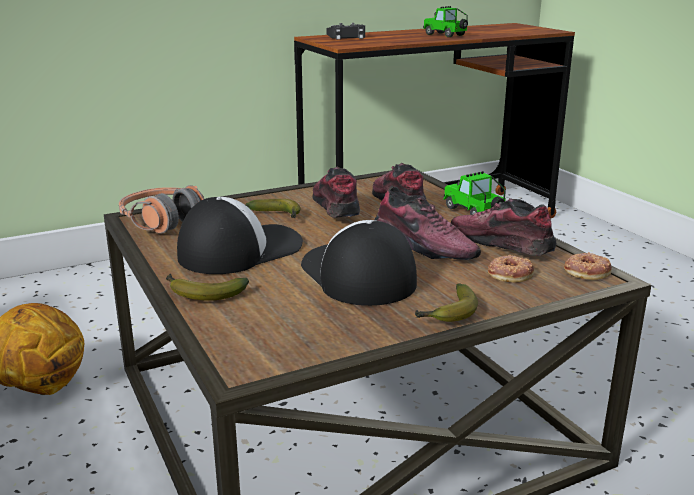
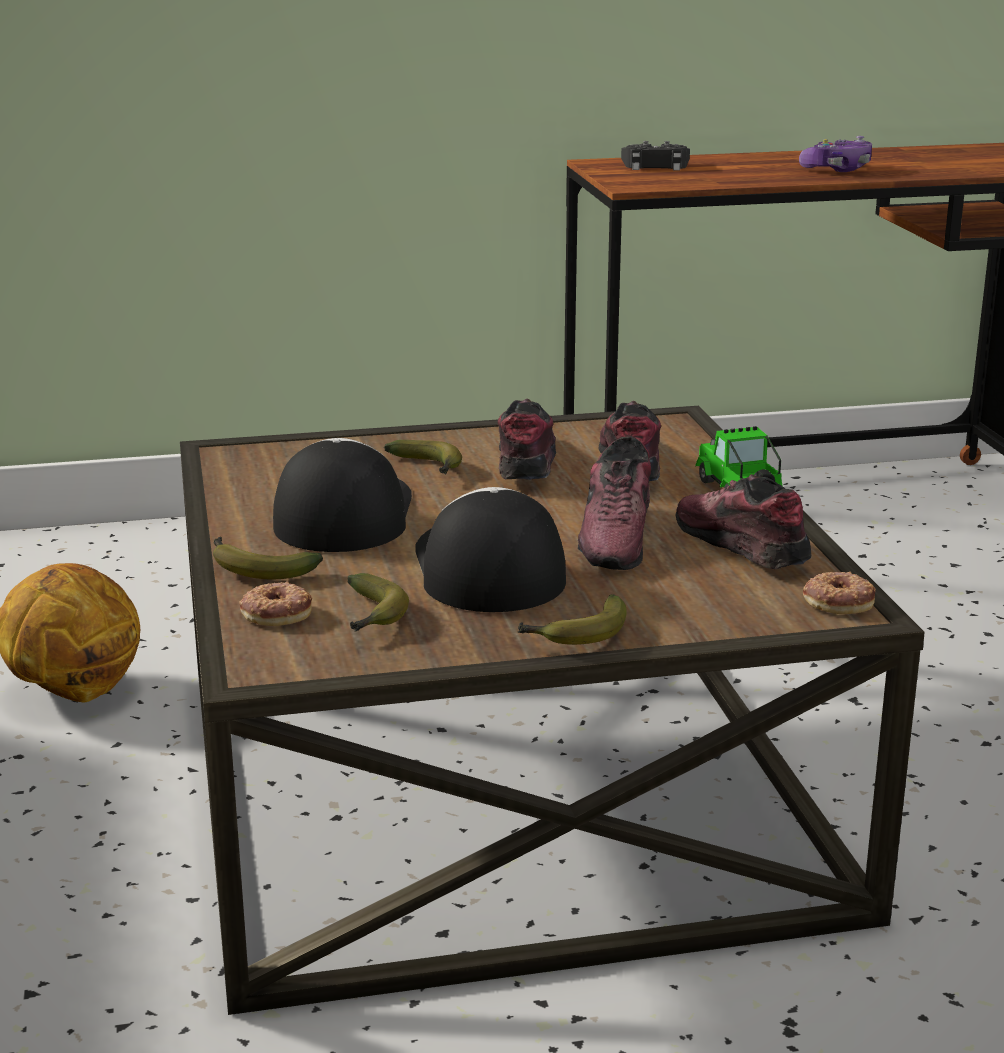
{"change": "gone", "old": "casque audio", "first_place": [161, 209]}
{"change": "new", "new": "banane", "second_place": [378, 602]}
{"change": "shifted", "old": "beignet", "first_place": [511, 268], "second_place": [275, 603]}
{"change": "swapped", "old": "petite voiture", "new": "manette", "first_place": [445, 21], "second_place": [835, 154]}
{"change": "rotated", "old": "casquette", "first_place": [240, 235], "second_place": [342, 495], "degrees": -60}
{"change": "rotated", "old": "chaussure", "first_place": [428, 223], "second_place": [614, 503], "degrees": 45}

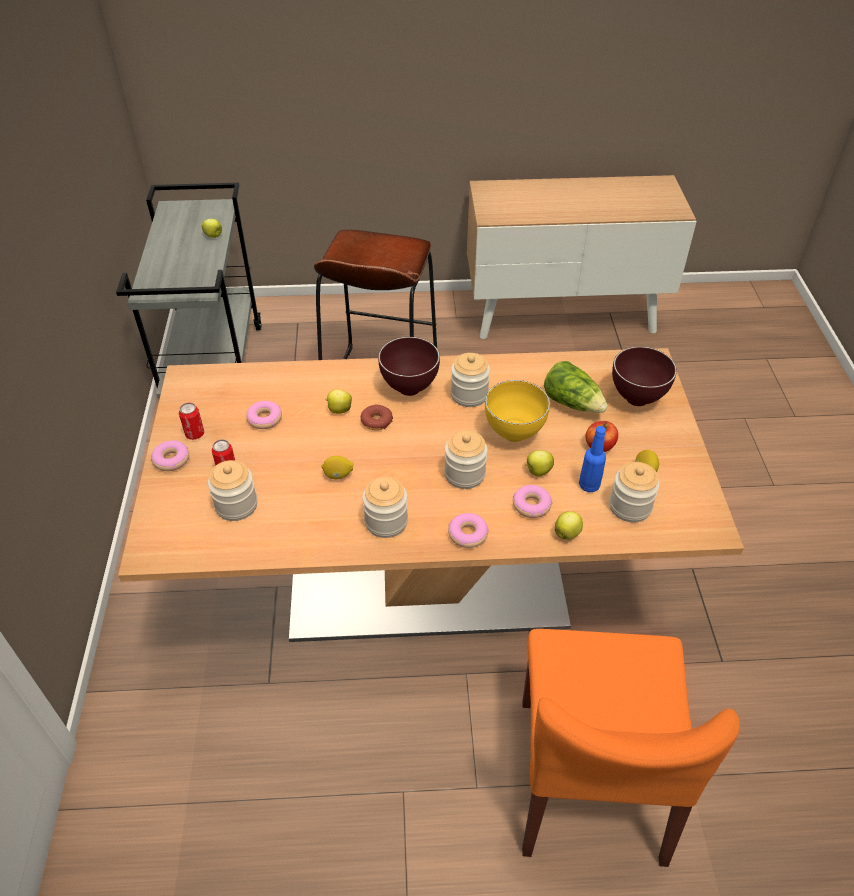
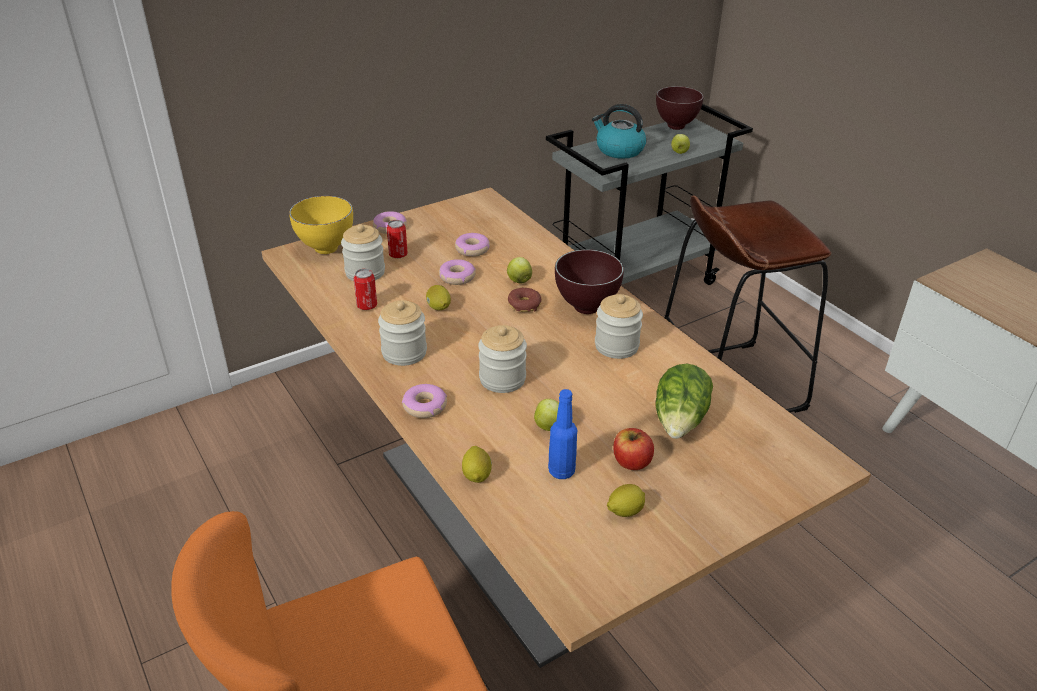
{"change": "gone", "old": "bocal", "first_place": [634, 492]}
{"change": "new", "new": "bouilloire", "second_place": [619, 131]}
{"change": "shifted", "old": "boîte métallique", "first_place": [191, 421], "second_place": [365, 289]}
{"change": "shifted", "old": "bol/jaune", "first_place": [517, 411], "second_place": [321, 225]}
{"change": "shifted", "old": "beignet", "first_place": [532, 501], "second_place": [457, 272]}
{"change": "shifted", "old": "bol/marron", "first_place": [644, 376], "second_place": [680, 108]}
{"change": "swapped", "old": "pomme", "new": "citron", "first_place": [569, 525], "second_place": [477, 464]}

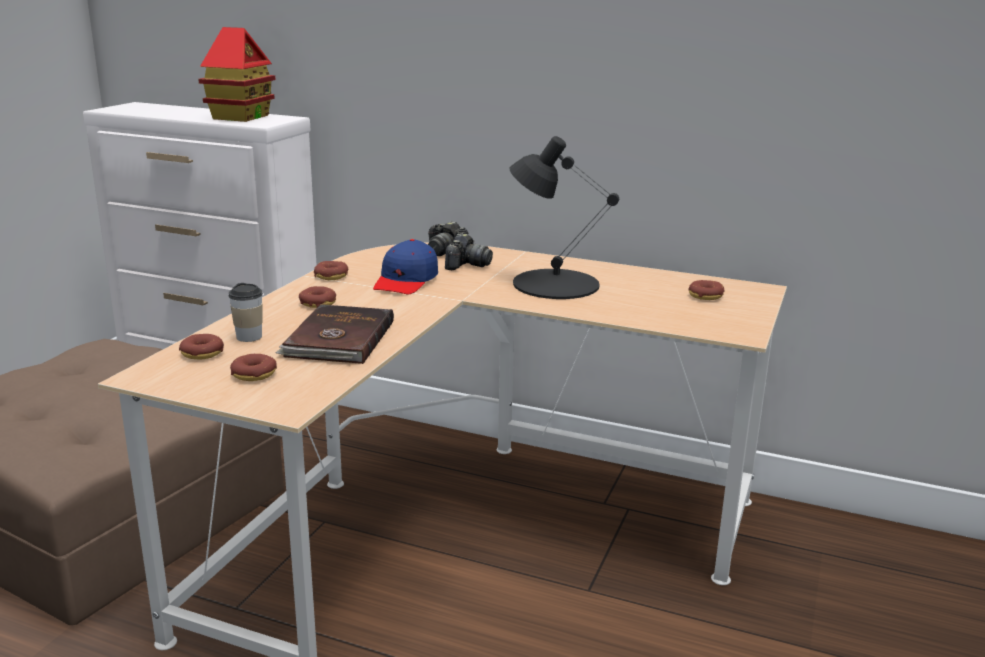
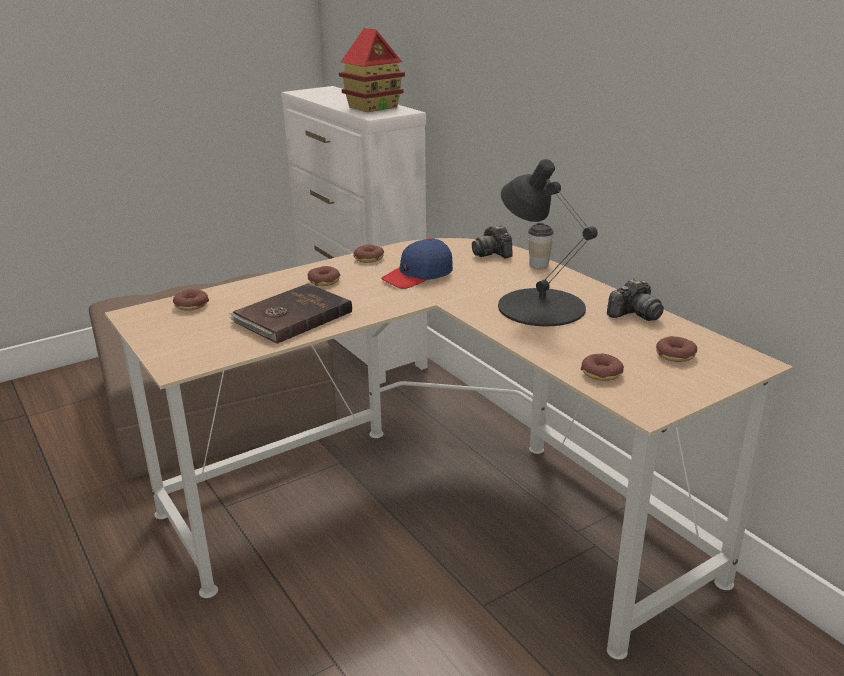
{"change": "shifted", "old": "tasse", "first_place": [246, 312], "second_place": [540, 245]}
{"change": "shifted", "old": "beignet", "first_place": [253, 367], "second_place": [602, 367]}
{"change": "shifted", "old": "appareil photo", "first_place": [469, 251], "second_place": [635, 300]}

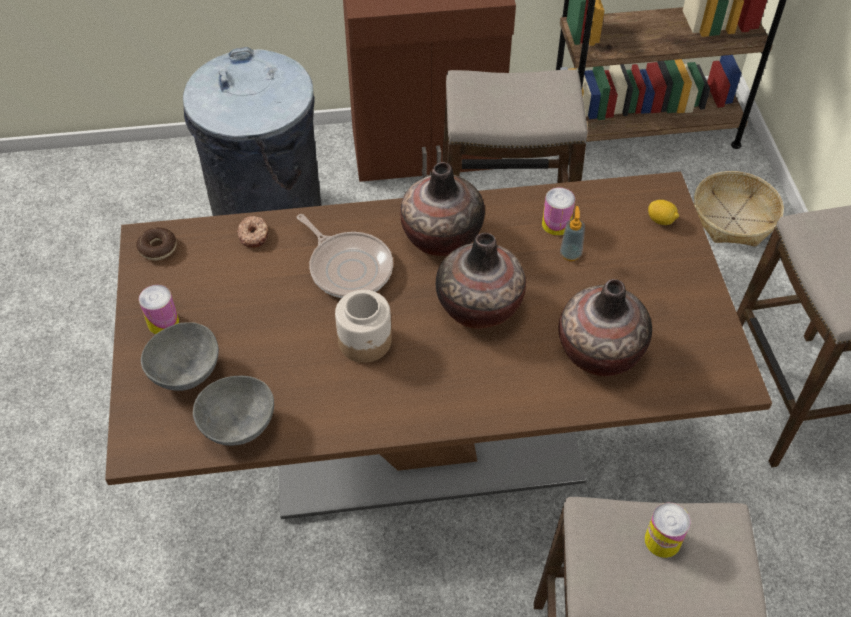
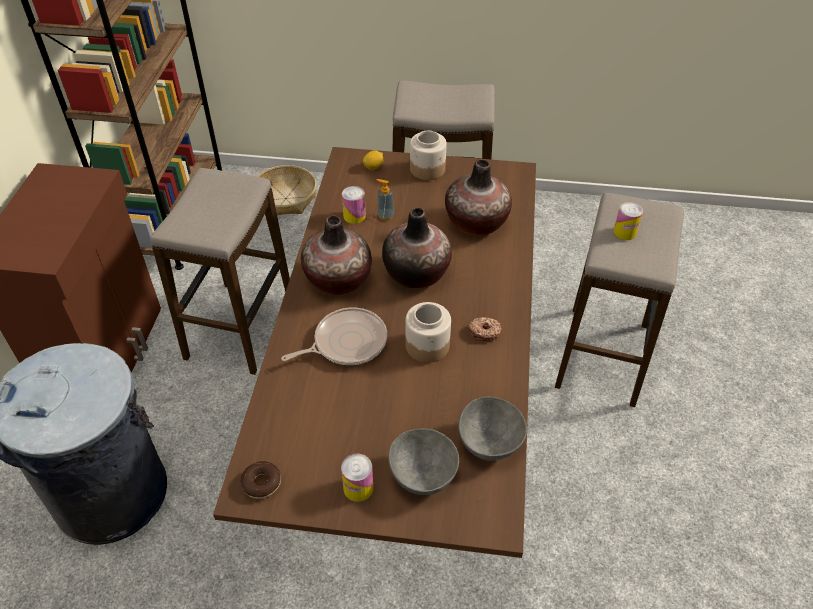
{"change": "new", "new": "bocal", "second_place": [428, 155]}
{"change": "shifted", "old": "beignet", "first_place": [252, 232], "second_place": [485, 329]}

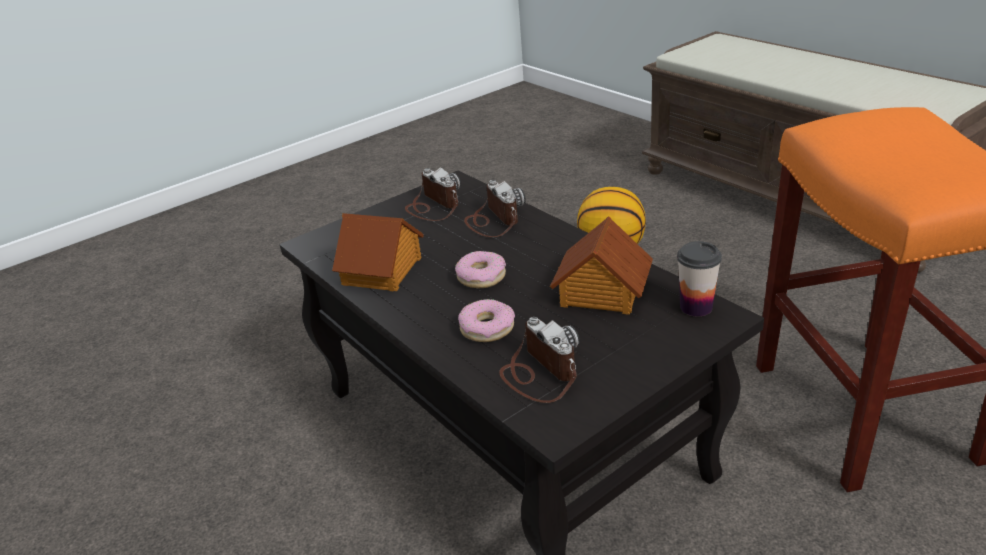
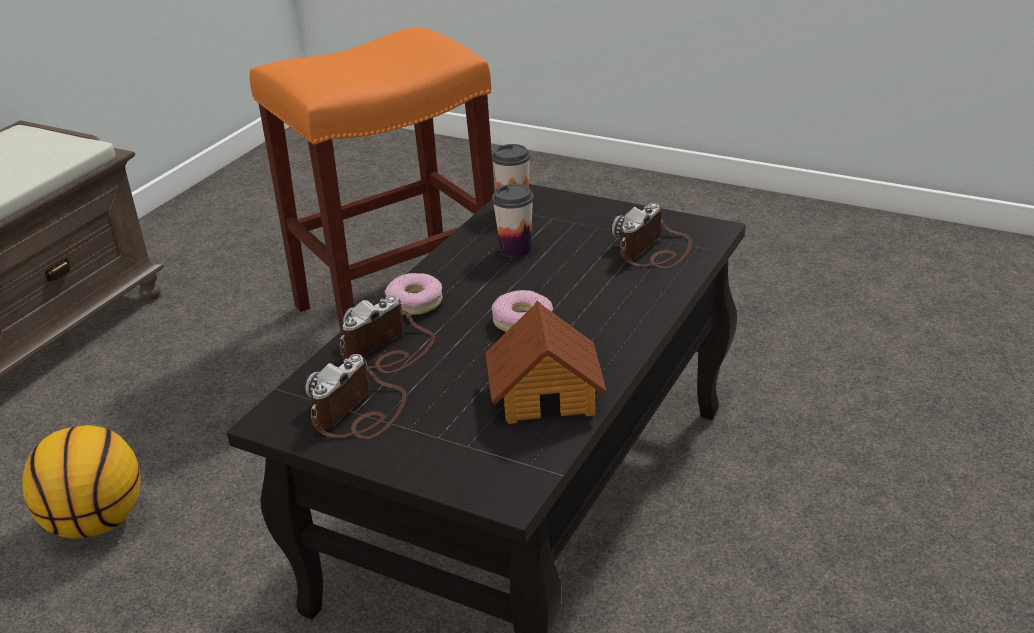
{"change": "shifted", "old": "beignet", "first_place": [486, 320], "second_place": [414, 294]}
{"change": "swapped", "old": "maison miniature", "new": "tasse", "first_place": [601, 265], "second_place": [513, 220]}

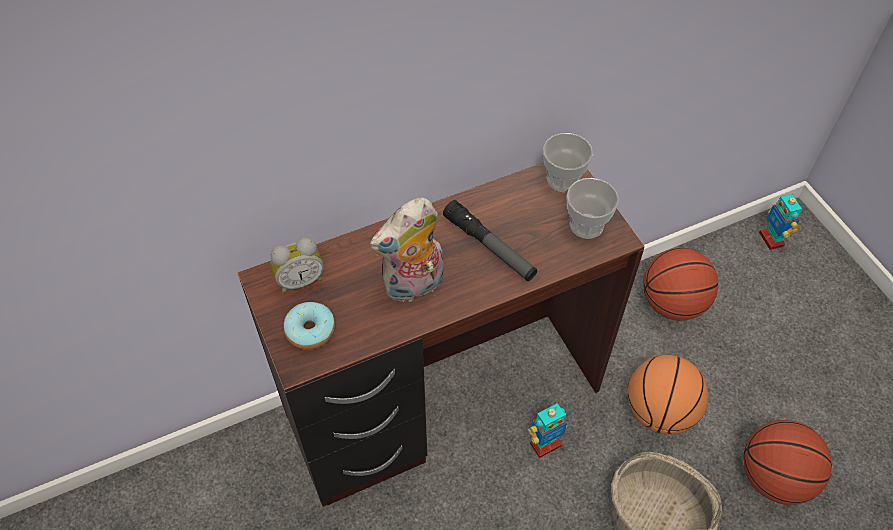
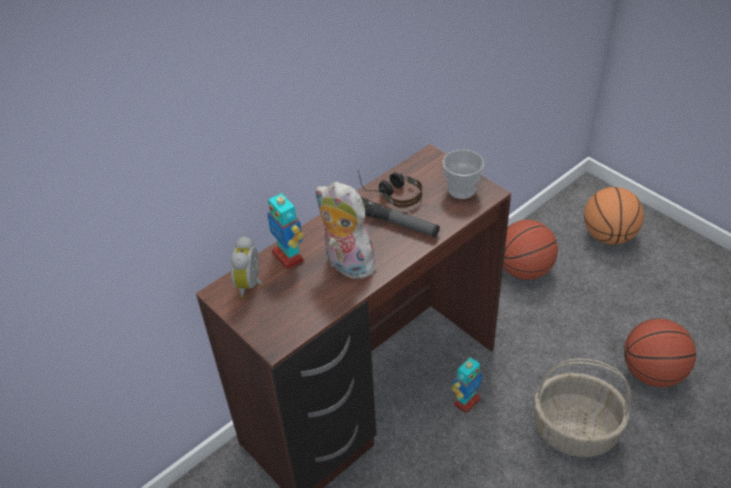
{"change": "gone", "old": "beignet", "first_place": [309, 326]}
{"change": "gone", "old": "tasse", "first_place": [568, 162]}
{"change": "new", "new": "casque audio", "second_place": [390, 189]}
{"change": "shifted", "old": "ballon de basket", "first_place": [668, 395], "second_place": [614, 216]}
{"change": "shifted", "old": "robot jouet", "first_place": [780, 222], "second_place": [285, 229]}
{"change": "rotated", "old": "réveil", "first_place": [297, 265], "second_place": [247, 267], "degrees": 135}
{"change": "rotated", "old": "peluche", "first_place": [407, 250], "second_place": [348, 230], "degrees": 90}

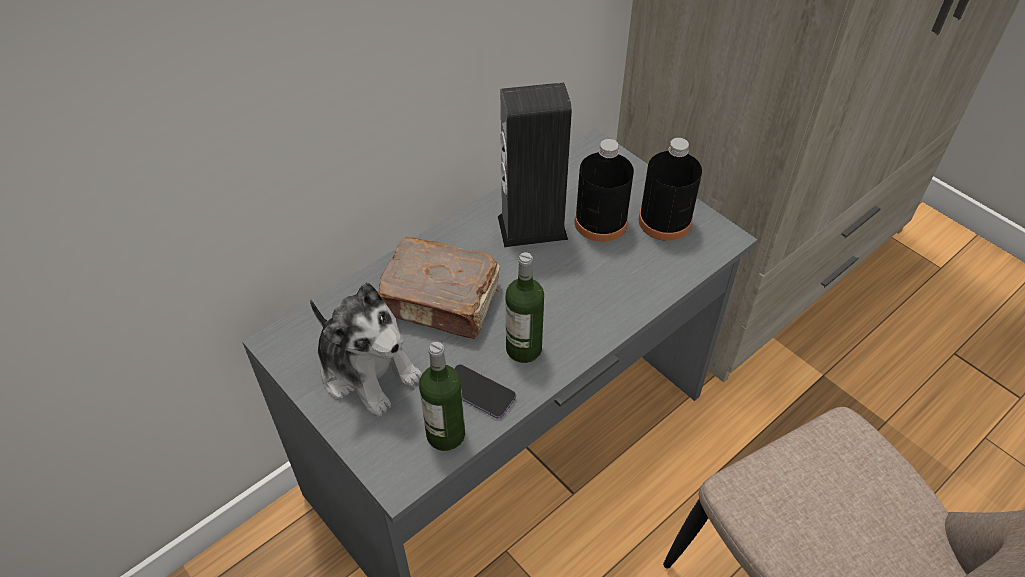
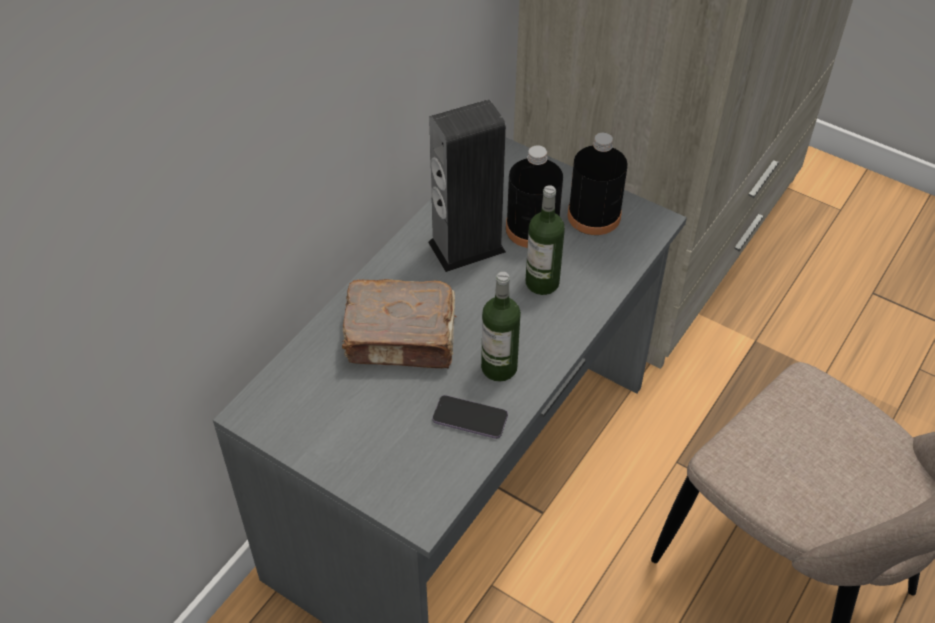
{"change": "gone", "old": "peluche", "first_place": [366, 349]}
{"change": "shifted", "old": "bouteille", "first_place": [442, 396], "second_place": [545, 240]}

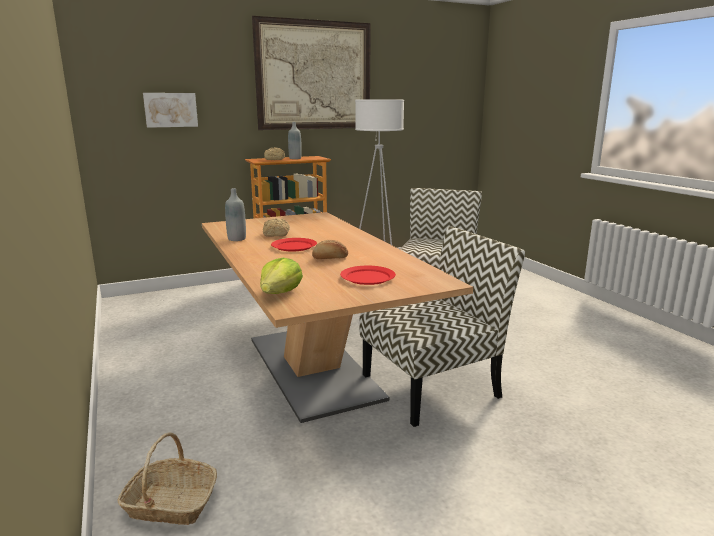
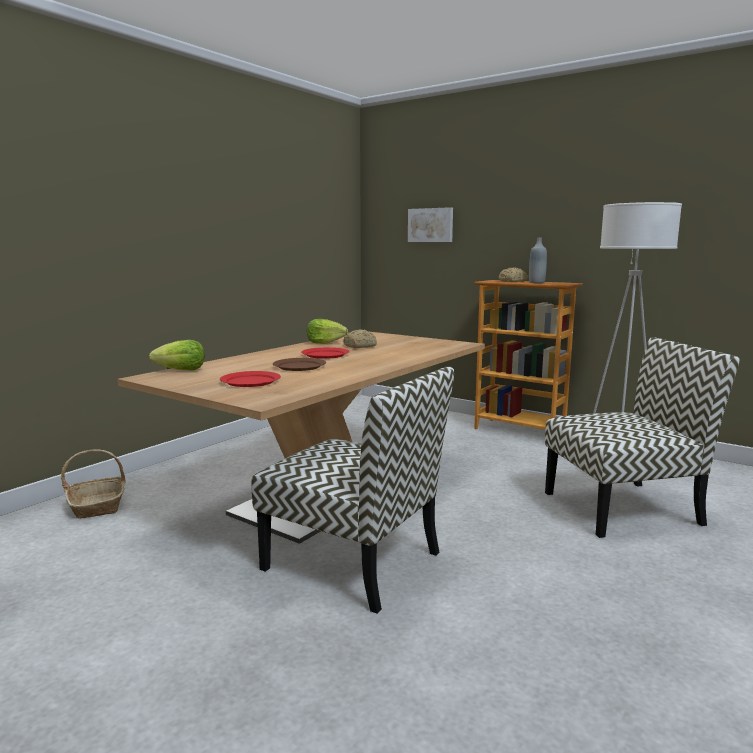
{"change": "gone", "old": "tableau", "first_place": [311, 73]}
{"change": "swapped", "old": "bouteille/gris", "new": "laitue", "first_place": [235, 214], "second_place": [327, 331]}
{"change": "swapped", "old": "pain", "new": "assiette/marron", "first_place": [330, 249], "second_place": [299, 364]}

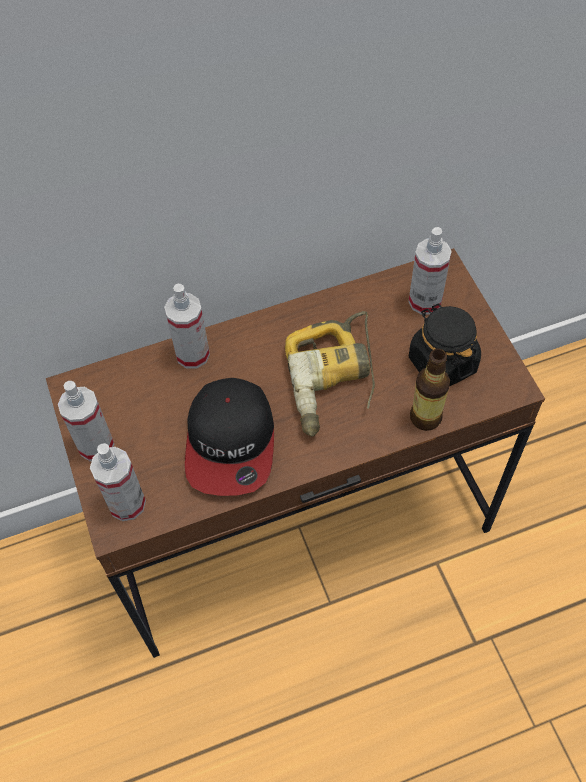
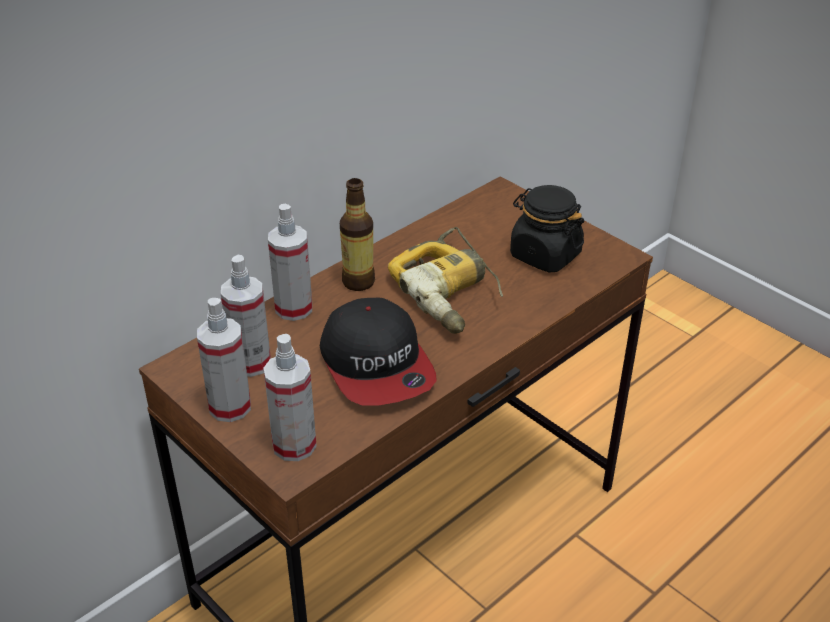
{"change": "shifted", "old": "vaporisateur", "first_place": [430, 271], "second_place": [246, 316]}
{"change": "shifted", "old": "bouteille", "first_place": [430, 390], "second_place": [357, 234]}

